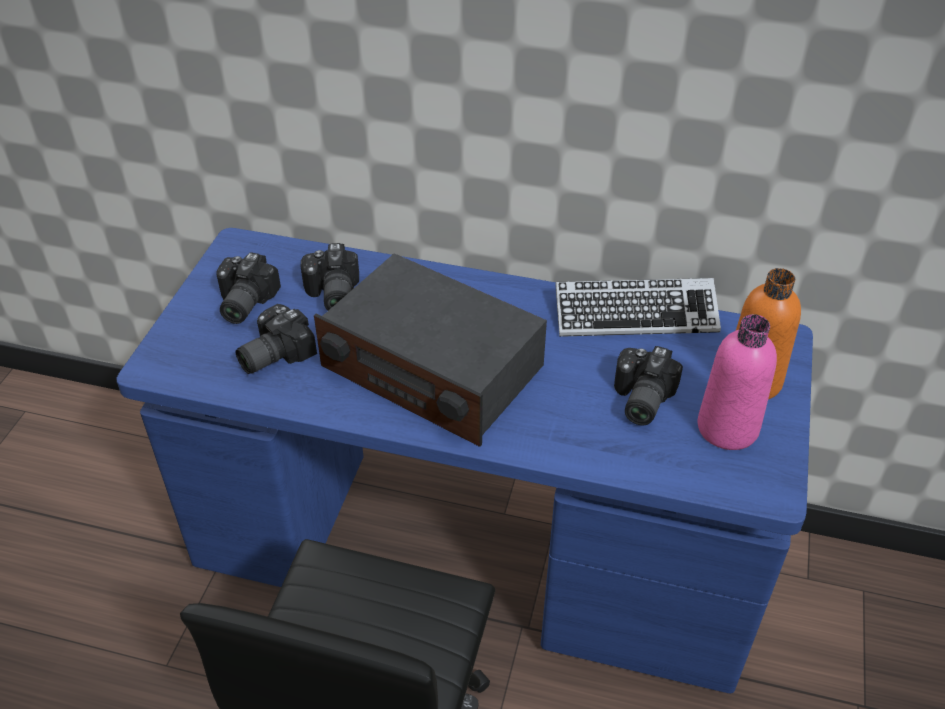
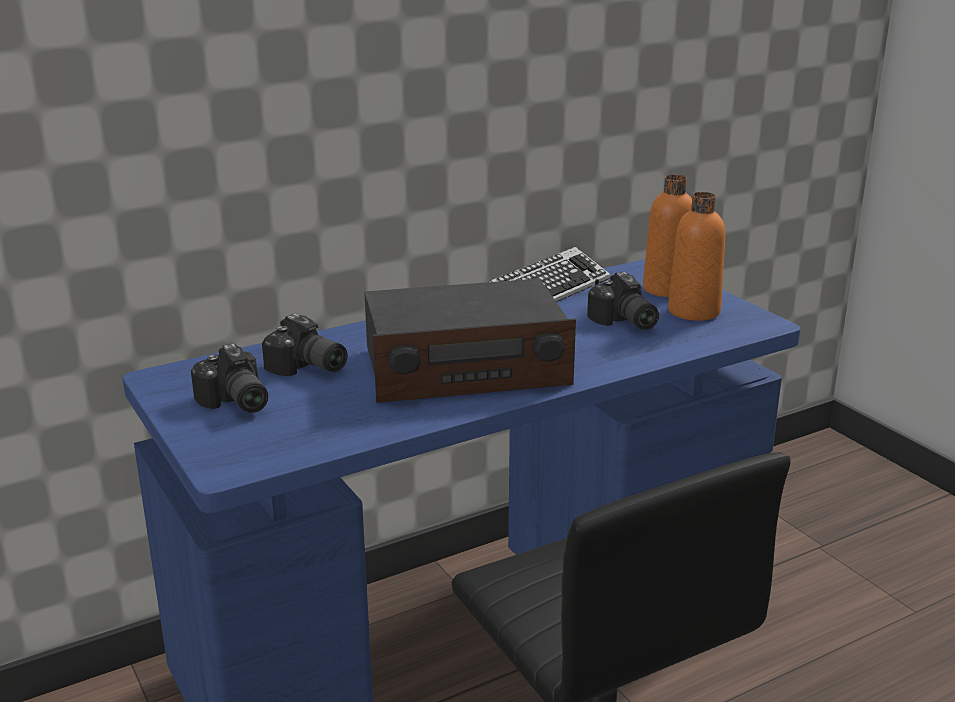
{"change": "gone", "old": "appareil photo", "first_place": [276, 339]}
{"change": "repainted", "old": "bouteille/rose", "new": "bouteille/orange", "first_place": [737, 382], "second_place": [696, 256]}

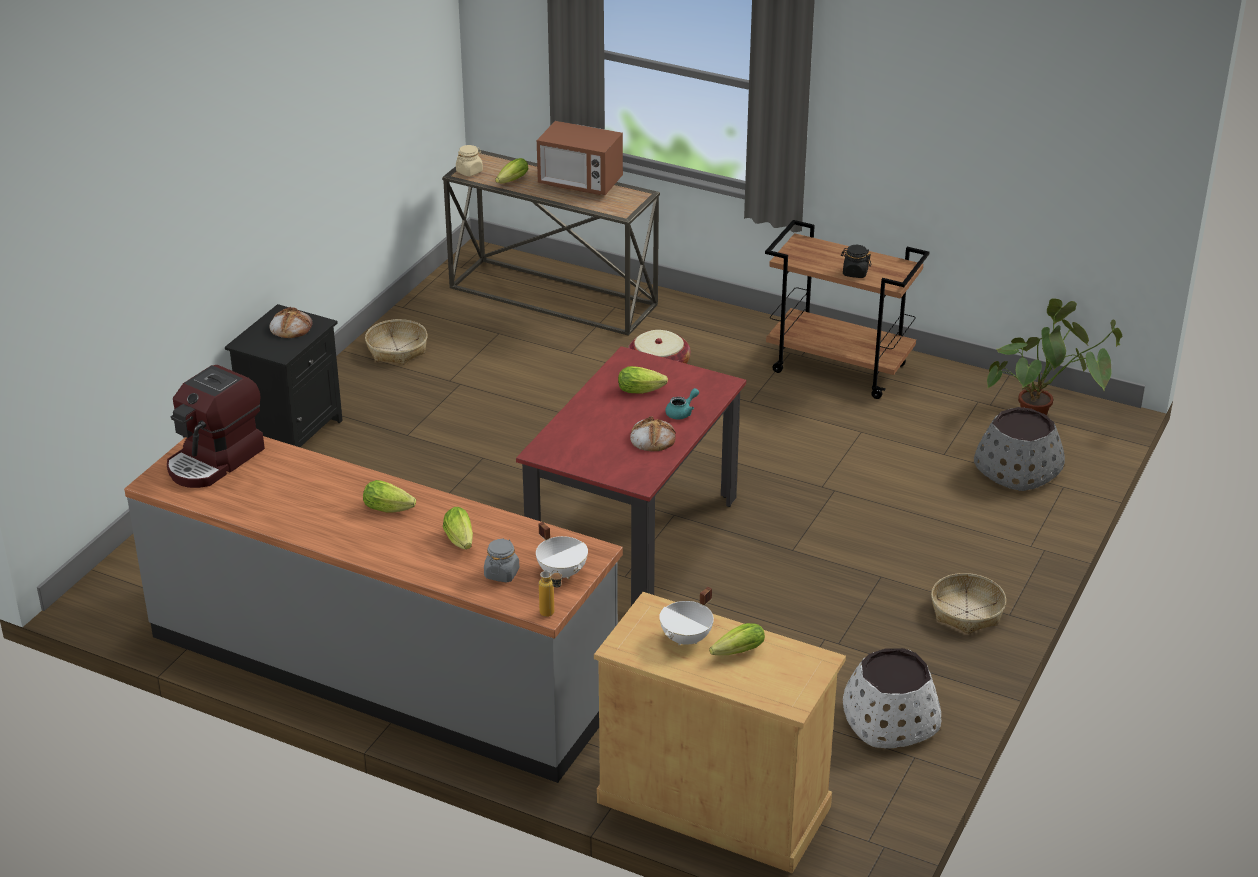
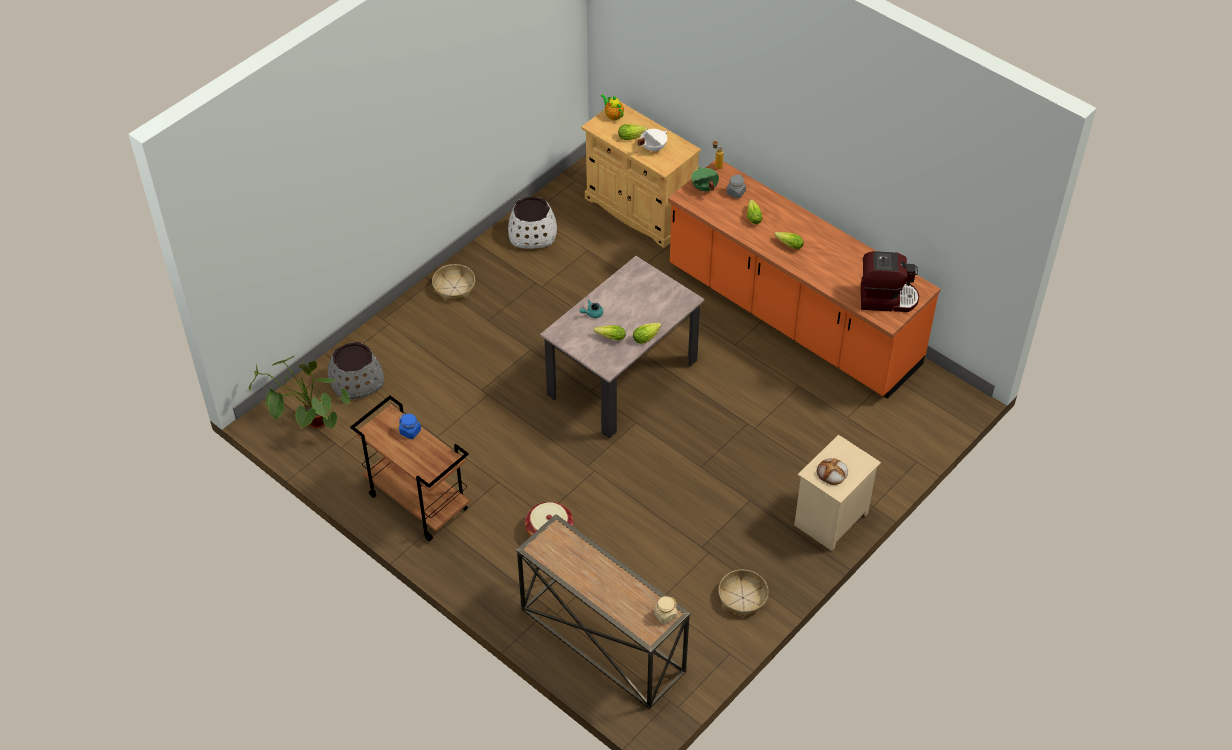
{"change": "gone", "old": "micro-ondes", "first_place": [580, 158]}
{"change": "gone", "old": "pain", "first_place": [653, 433]}
{"change": "new", "new": "théière", "second_place": [612, 107]}
{"change": "shifted", "old": "laitue", "first_place": [511, 170], "second_place": [647, 333]}
{"change": "repainted", "old": "comptoir de cuisine/gris", "new": "comptoir de cuisine/orange", "first_place": [373, 609], "second_place": [804, 279]}
{"change": "repainted", "old": "table de chevet/noir", "new": "table de chevet/beige", "first_place": [284, 375], "second_place": [837, 493]}
{"change": "repainted", "old": "table à manger/rouge", "new": "table à manger/beige", "first_place": [631, 476], "second_place": [622, 347]}
{"change": "repainted", "old": "marmite/blanc", "new": "marmite/vert", "first_place": [562, 550], "second_place": [705, 179]}
{"change": "repainted", "old": "bocal/noir", "new": "bocal/bleu", "first_place": [856, 261], "second_place": [410, 426]}
{"change": "rotated", "old": "machine à café", "first_place": [216, 426], "second_place": [890, 281], "degrees": 45}

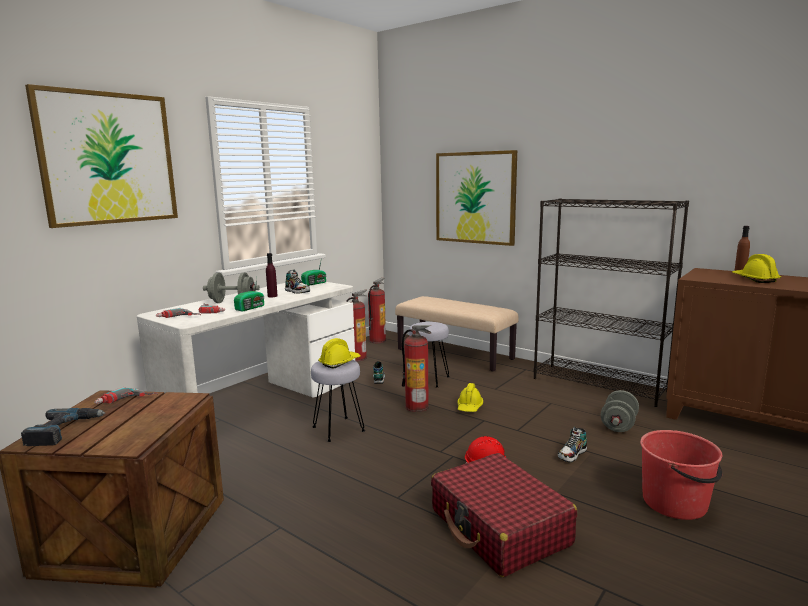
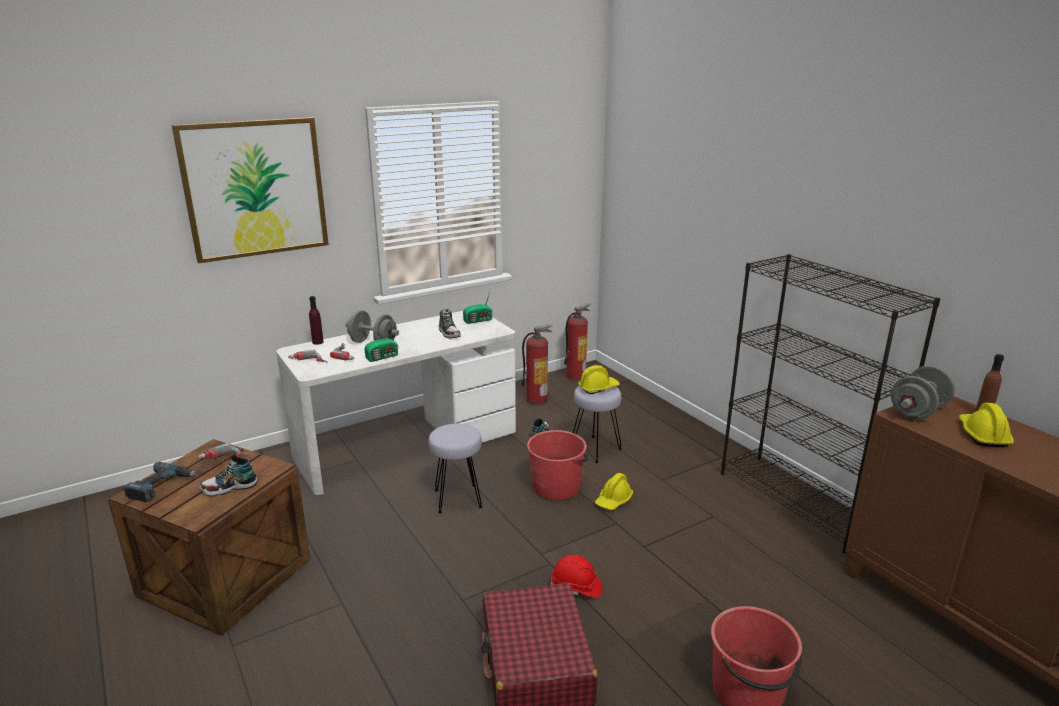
{"change": "gone", "old": "banc/beige", "first_place": [457, 334]}
{"change": "gone", "old": "tableau", "first_place": [476, 198]}
{"change": "shifted", "old": "bouteille/violet", "first_place": [272, 275], "second_place": [316, 320]}
{"change": "shifted", "old": "casque de chantier/jaune", "first_place": [339, 353], "second_place": [599, 379]}
{"change": "shifted", "old": "chaussure", "first_place": [572, 444], "second_place": [228, 476]}
{"change": "shifted", "old": "haltère/gris", "first_place": [620, 411], "second_place": [923, 392]}
{"change": "swapped", "old": "extincteur", "new": "seau/rouge", "first_place": [417, 368], "second_place": [557, 465]}

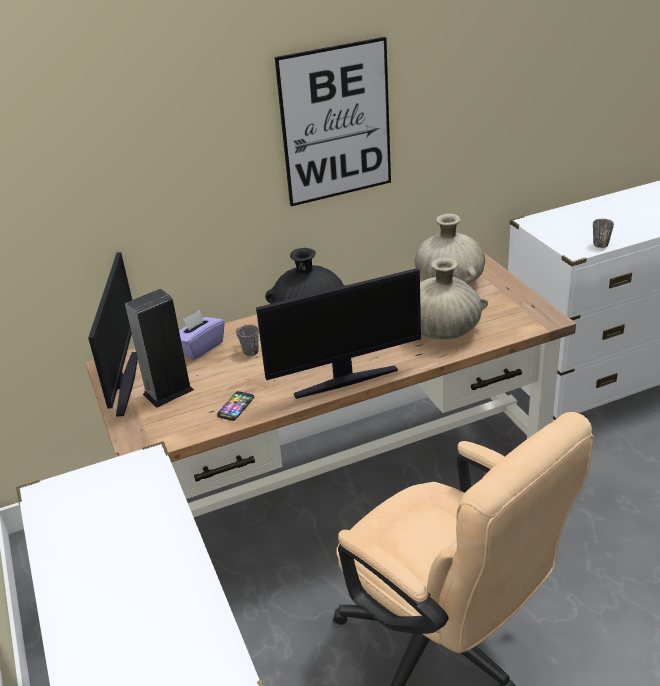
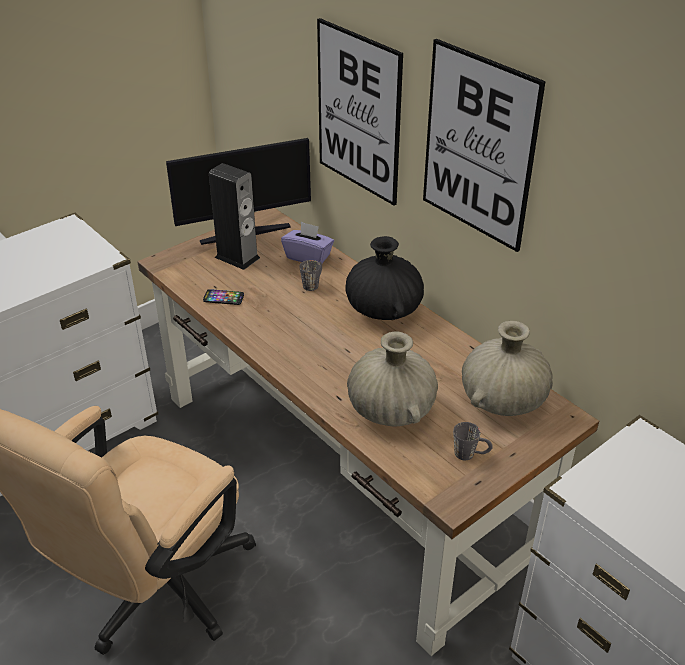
{"change": "gone", "old": "écran d'ordinateur", "first_place": [338, 333]}
{"change": "new", "new": "tableau", "second_place": [360, 112]}
{"change": "shifted", "old": "mug/gris", "first_place": [603, 233], "second_place": [473, 441]}

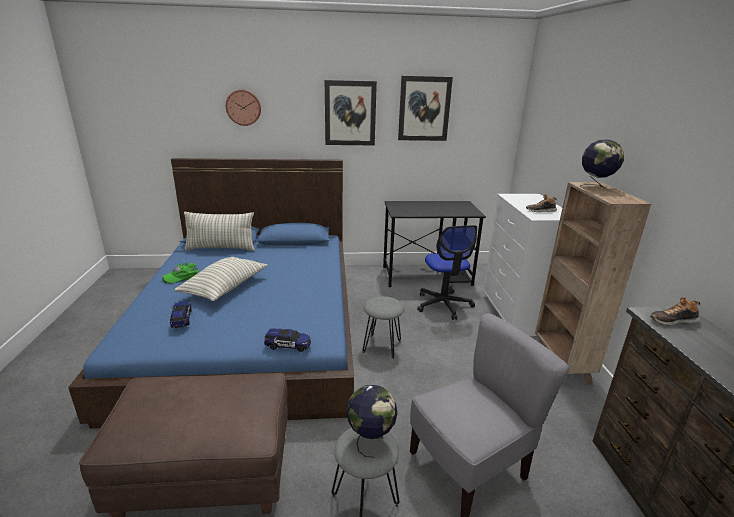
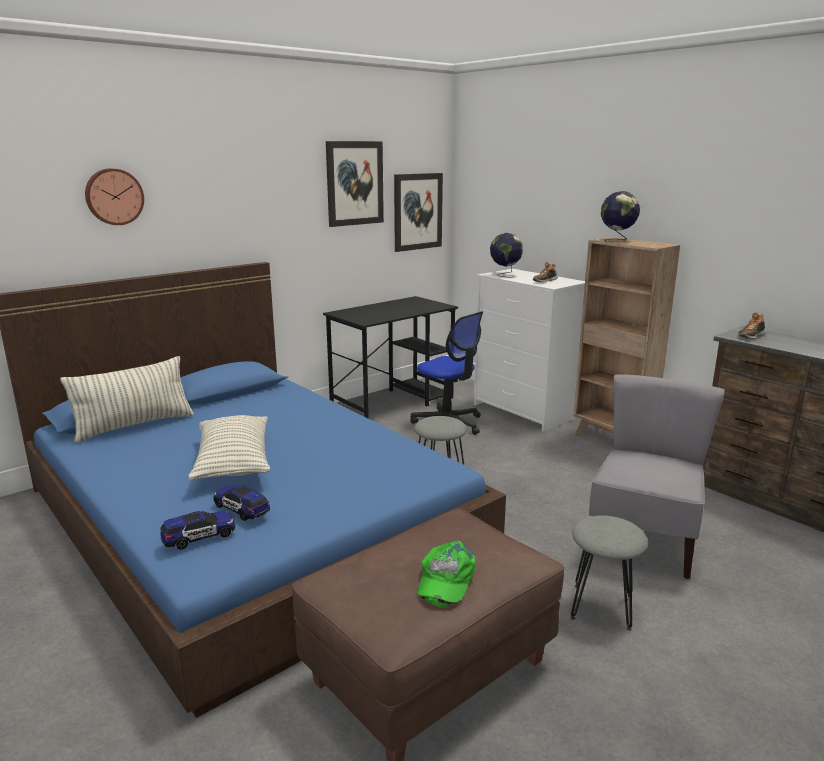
{"change": "shifted", "old": "casquette/vert", "first_place": [180, 273], "second_place": [446, 574]}
{"change": "shifted", "old": "petite voiture", "first_place": [287, 340], "second_place": [197, 530]}
{"change": "shifted", "old": "tableau", "first_place": [351, 112], "second_place": [418, 212]}
{"change": "shifted", "old": "globe", "first_place": [372, 421], "second_place": [506, 255]}

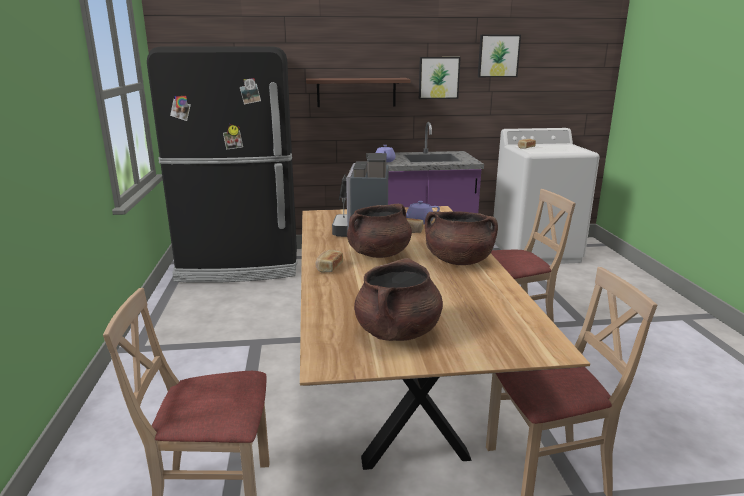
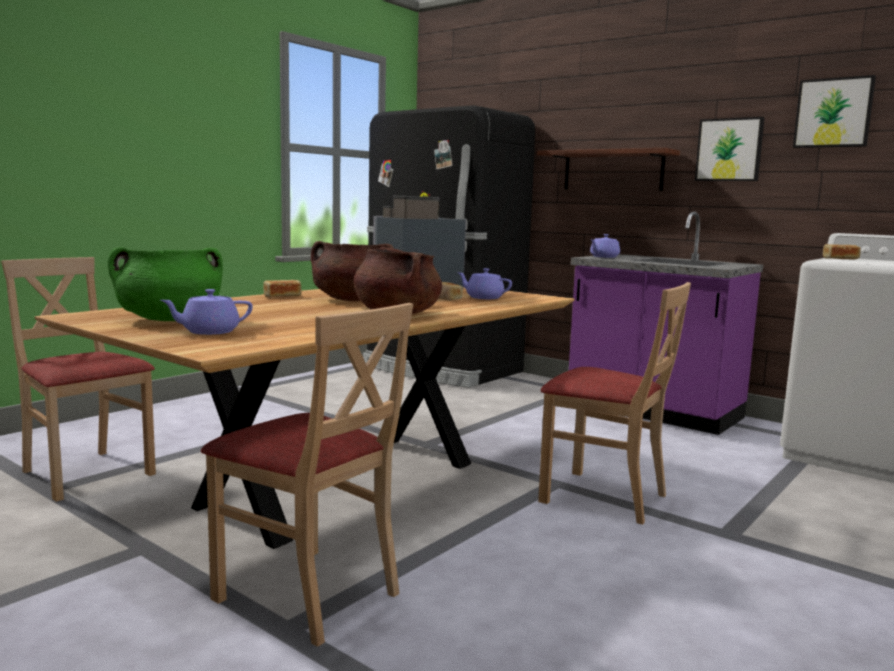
{"change": "new", "new": "théière/violet", "second_place": [206, 312]}
{"change": "repainted", "old": "marmite/marron", "new": "marmite/vert", "first_place": [398, 299], "second_place": [165, 284]}

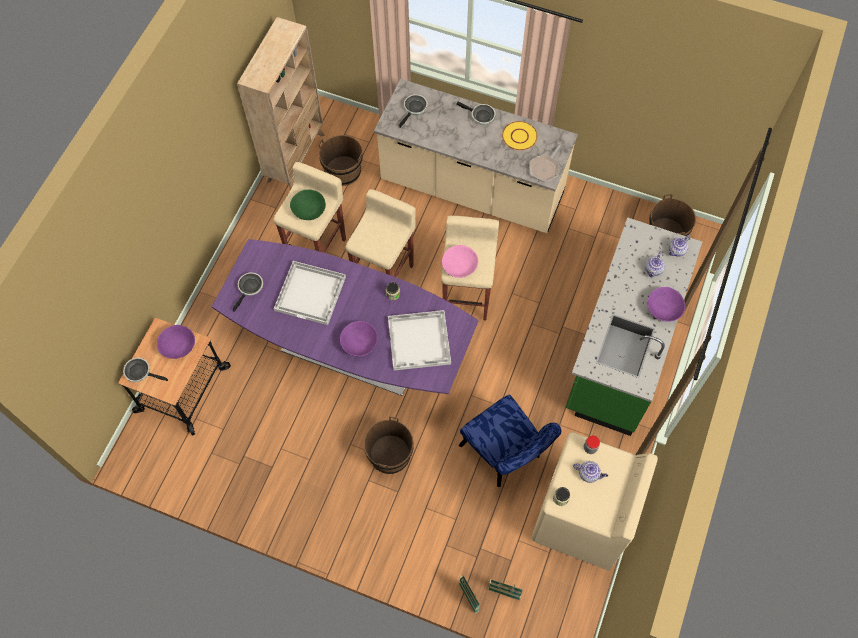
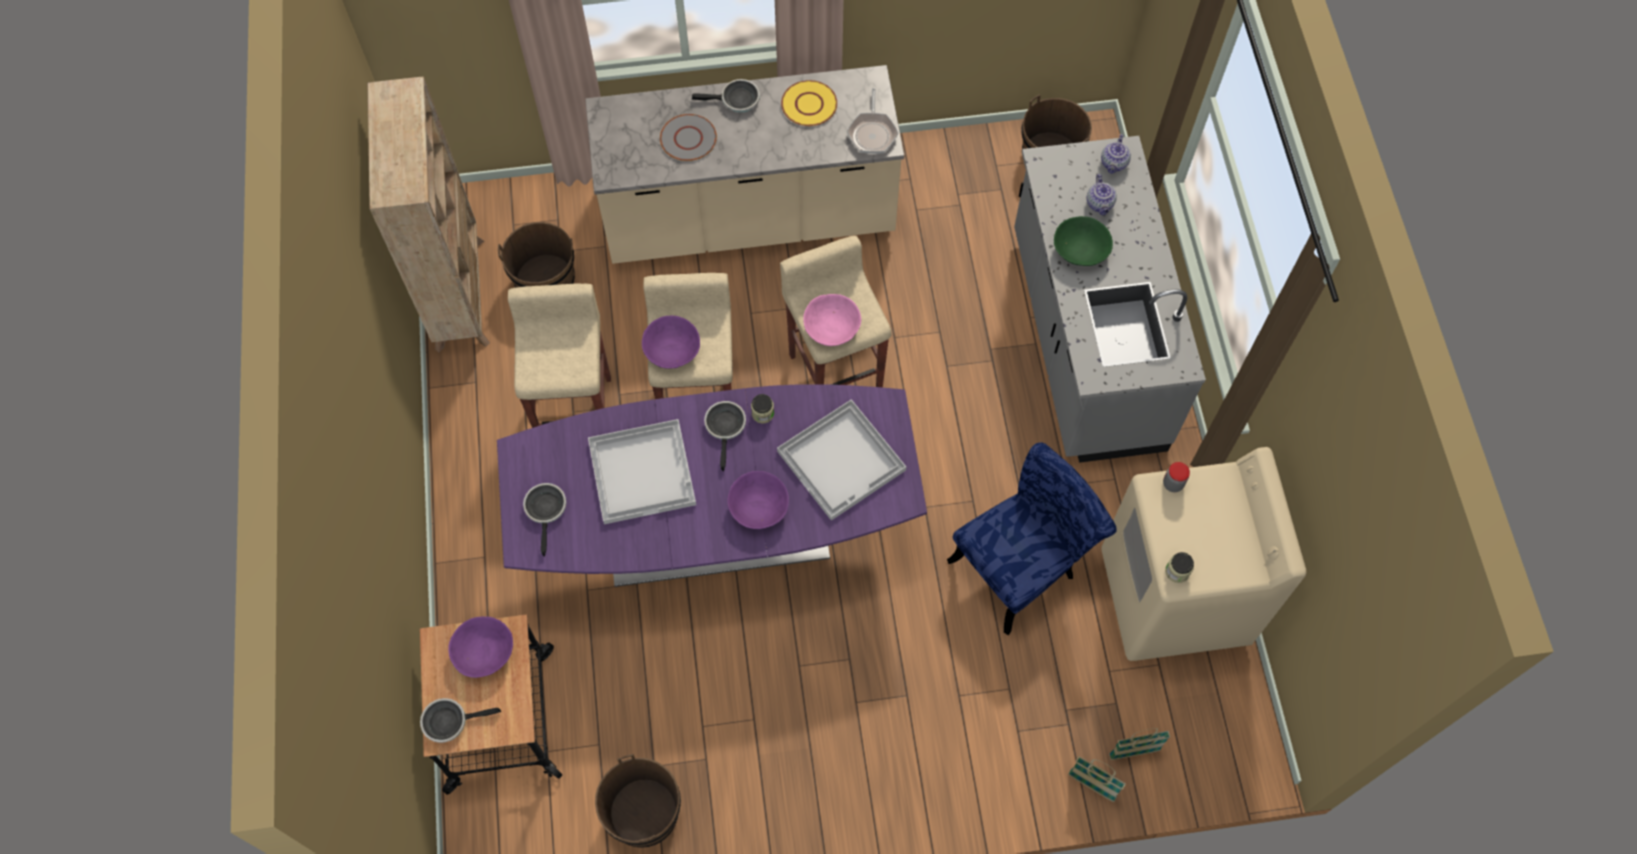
{"change": "gone", "old": "théière", "first_place": [590, 472]}
{"change": "new", "new": "assiette/gris", "second_place": [688, 137]}
{"change": "shifted", "old": "bol/vert", "first_place": [308, 204], "second_place": [1083, 241]}
{"change": "shifted", "old": "seau/marron", "first_place": [389, 445], "second_place": [638, 801]}
{"change": "shifted", "old": "poêle", "first_place": [413, 111], "second_place": [725, 436]}
{"change": "shifted", "old": "bol/violet", "first_place": [666, 304], "second_place": [671, 342]}
{"change": "repainted", "old": "comptoir de cuisine/vert", "new": "comptoir de cuisine/gris", "first_place": [634, 326], "second_place": [1110, 299]}
{"change": "rotated", "old": "chaise/bleu", "first_place": [510, 440], "second_place": [1032, 538], "degrees": -60}

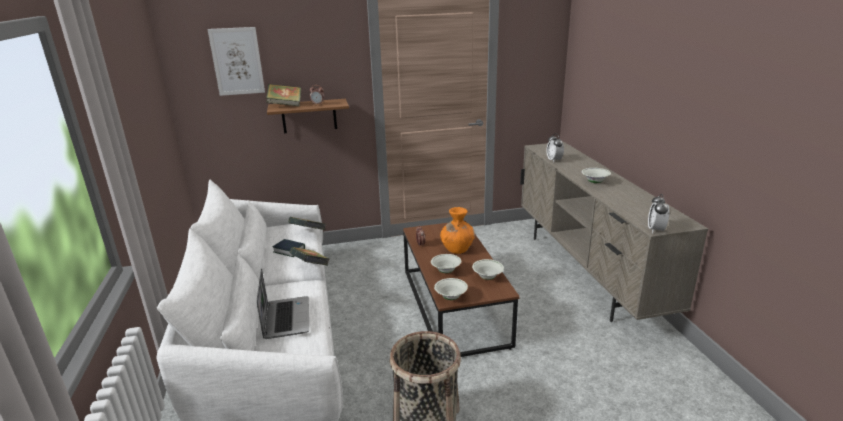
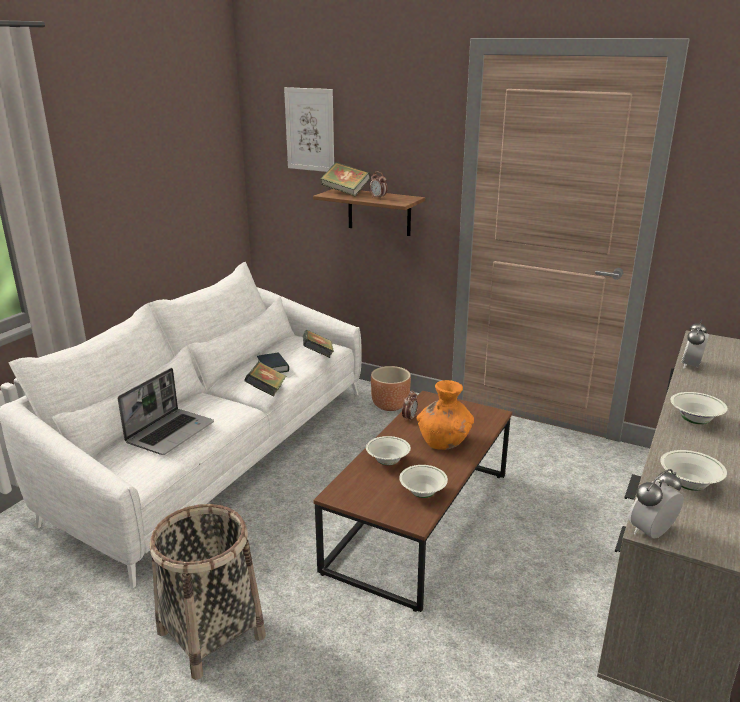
{"change": "new", "new": "cache-pot/marron", "second_place": [391, 388]}
{"change": "shifted", "old": "bol/blanc", "first_place": [451, 289], "second_place": [693, 470]}

